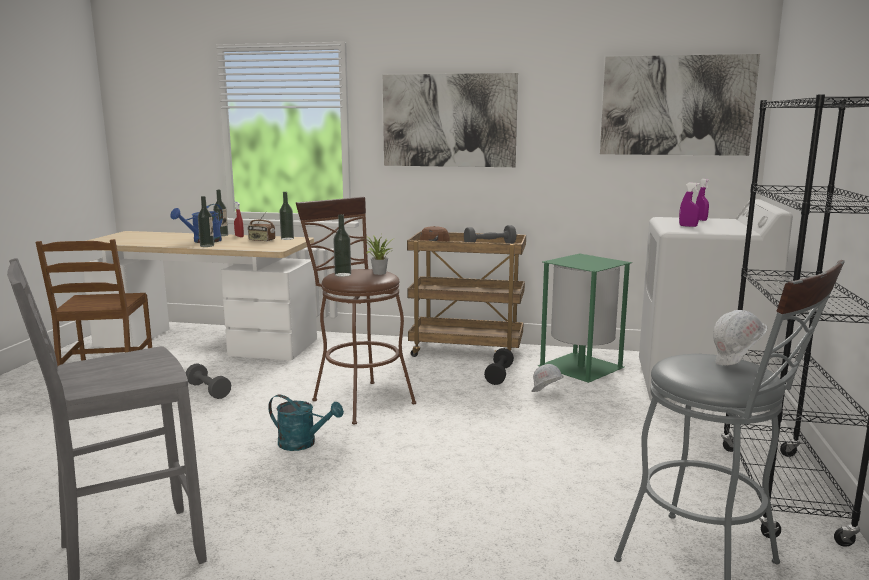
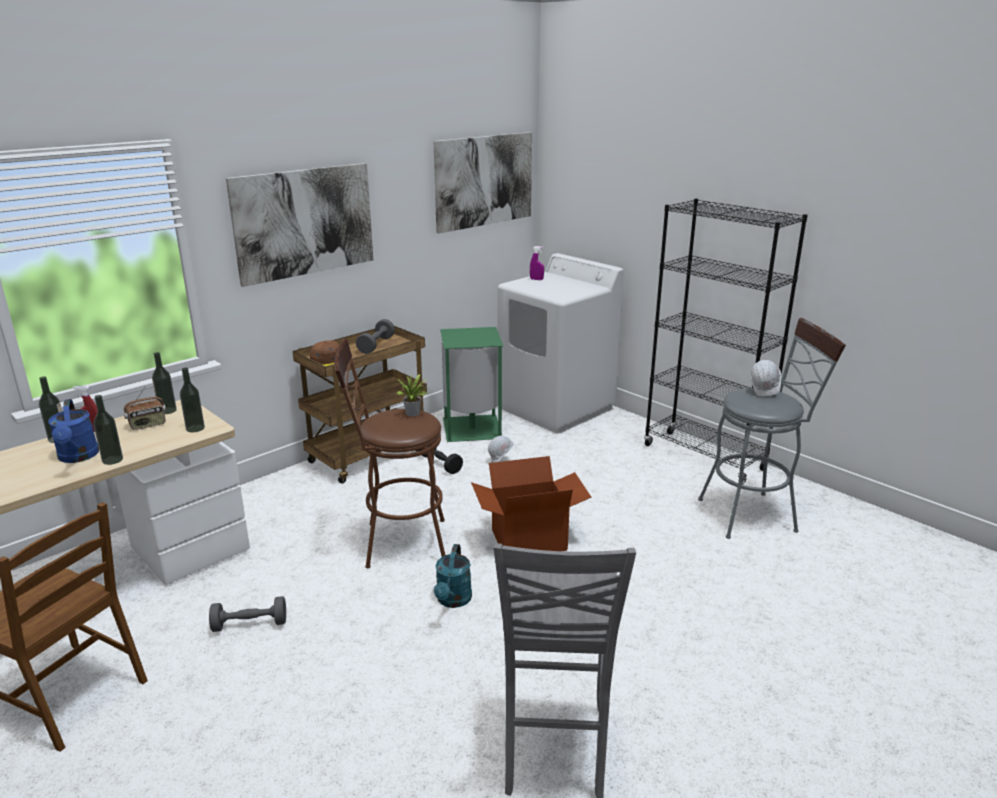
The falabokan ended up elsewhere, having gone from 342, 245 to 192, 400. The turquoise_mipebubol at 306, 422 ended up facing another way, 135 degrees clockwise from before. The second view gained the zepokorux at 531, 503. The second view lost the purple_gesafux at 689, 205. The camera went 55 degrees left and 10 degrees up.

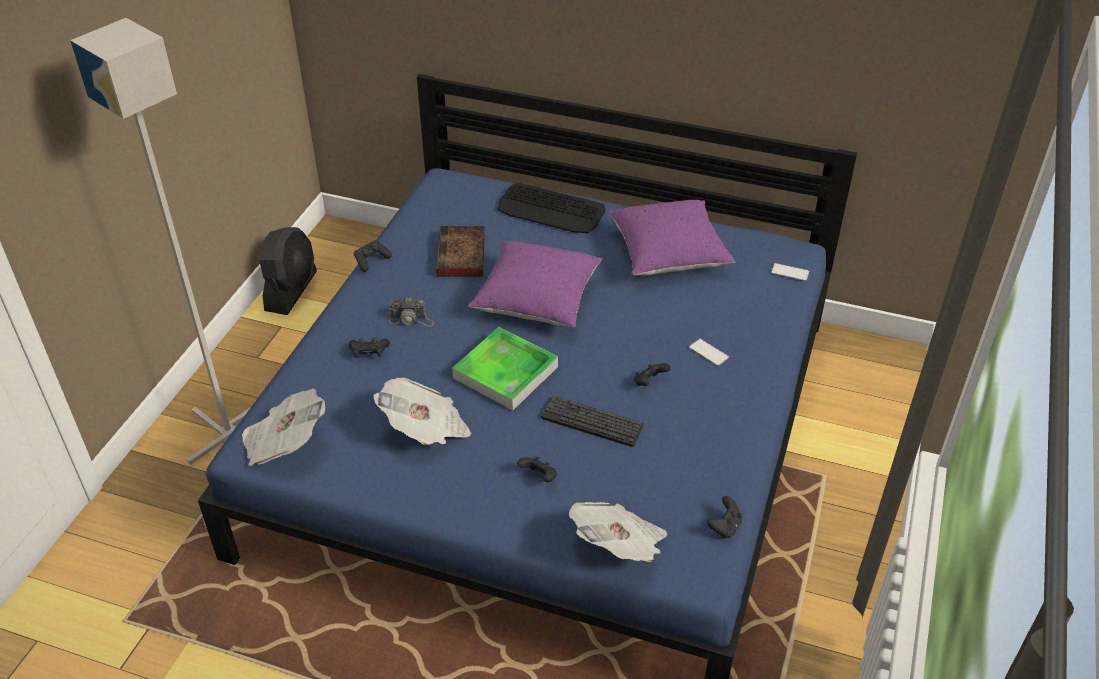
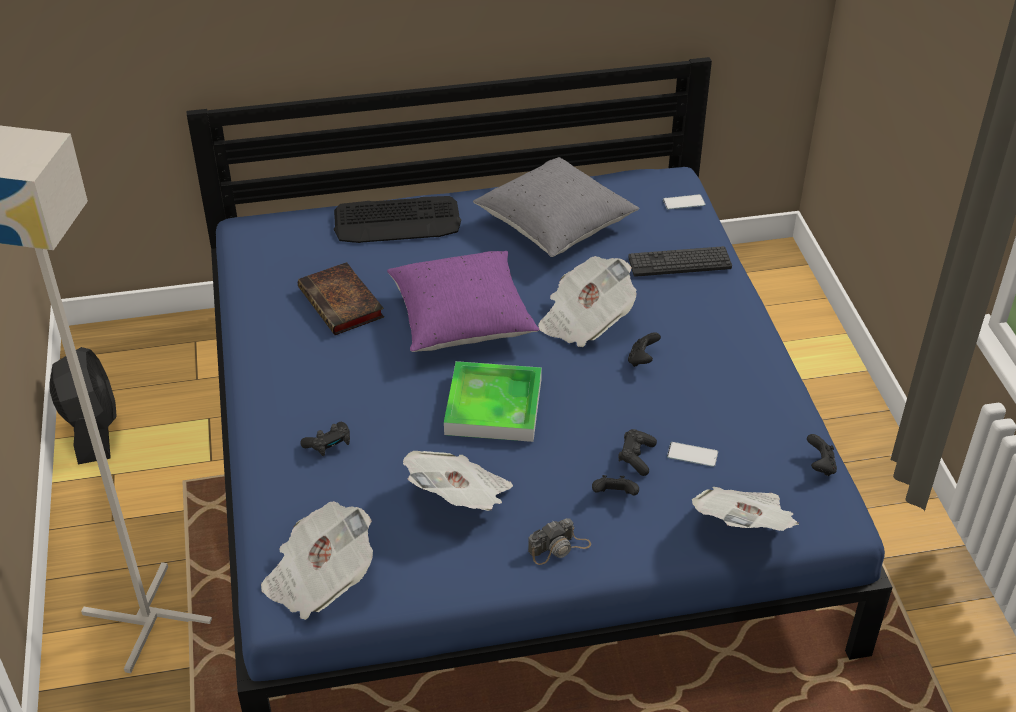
What was the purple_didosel at 671, 237 turned into the grey_didosel at 556, 207. The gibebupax ended up elsewhere, having gone from 411, 312 to 559, 541. The second view gained the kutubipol at 587, 301. The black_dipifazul ended up elsewhere, having gone from 373, 256 to 637, 452. The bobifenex ended up elsewhere, having gone from 592, 421 to 680, 261. The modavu ended up elsewhere, having gone from 708, 352 to 692, 454. The camera went 30 degrees left and 0 degrees up.

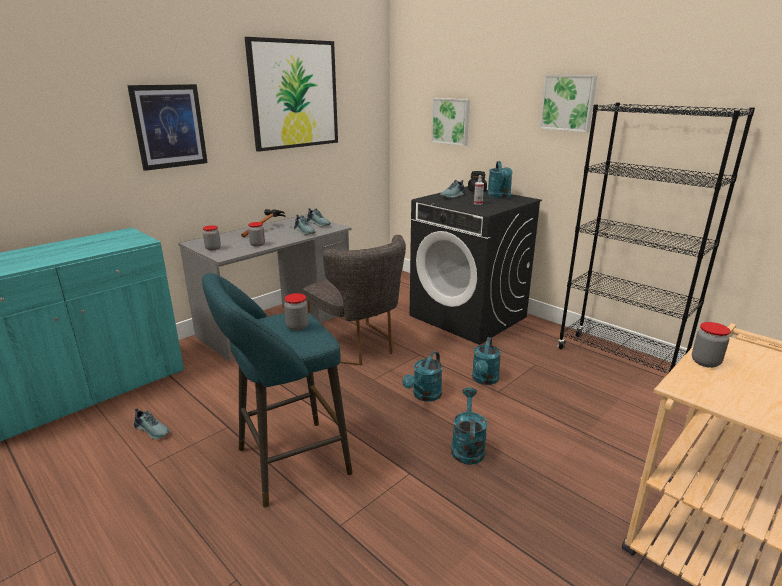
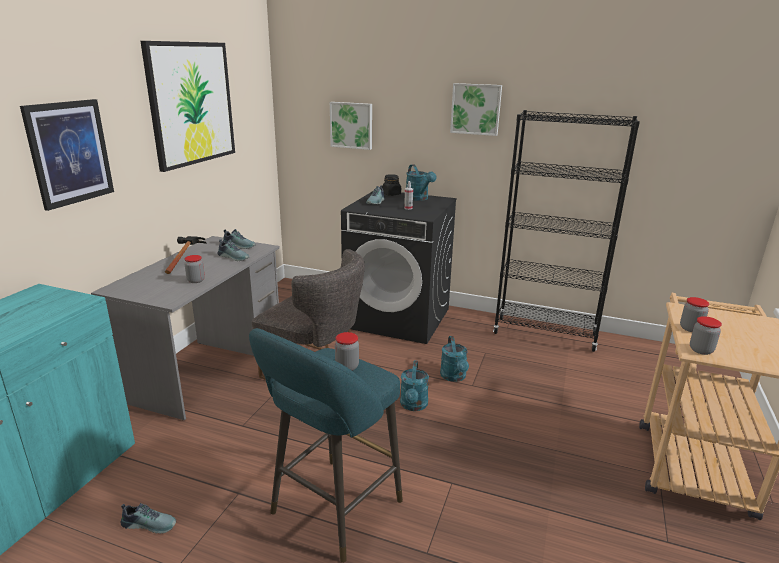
The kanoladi ended up elsewhere, having gone from 212, 238 to 706, 335. The second view lost the turquoise_mipebubol at 469, 426. The camera went 25 degrees left and 0 degrees up.

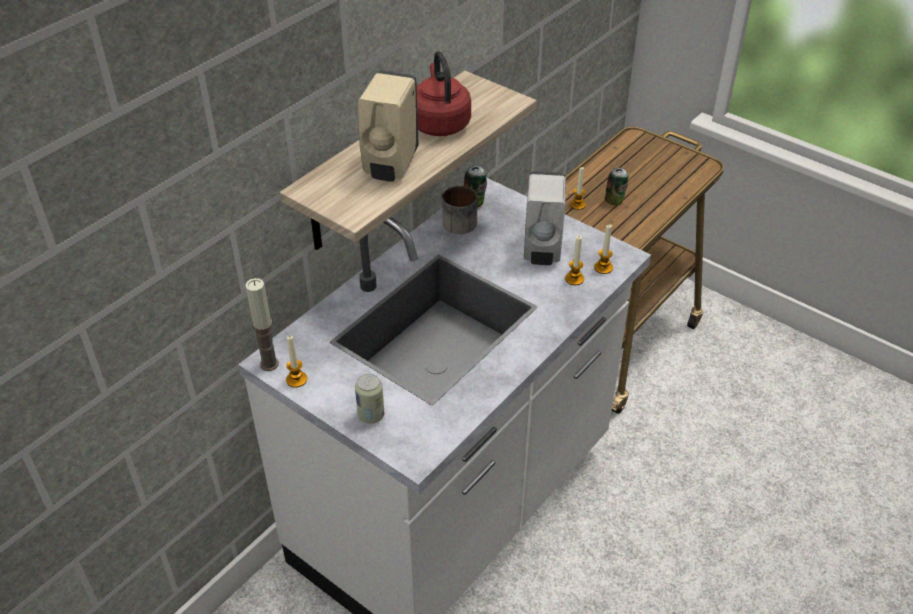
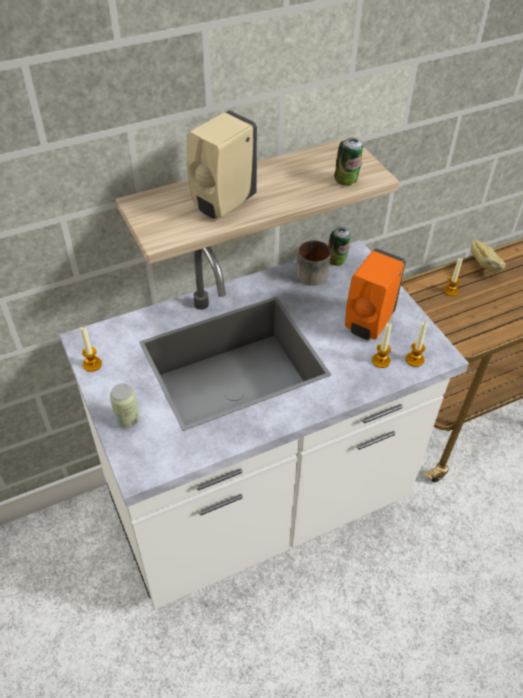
The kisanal ended up elsewhere, having gone from 617, 186 to 348, 162. What was the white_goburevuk at 545, 218 turned into the orange_goburevuk at 375, 294. The second view gained the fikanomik at 488, 256. The second view lost the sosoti at 262, 324. The second view lost the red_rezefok at 444, 93. The camera went 25 degrees right and 5 degrees up.

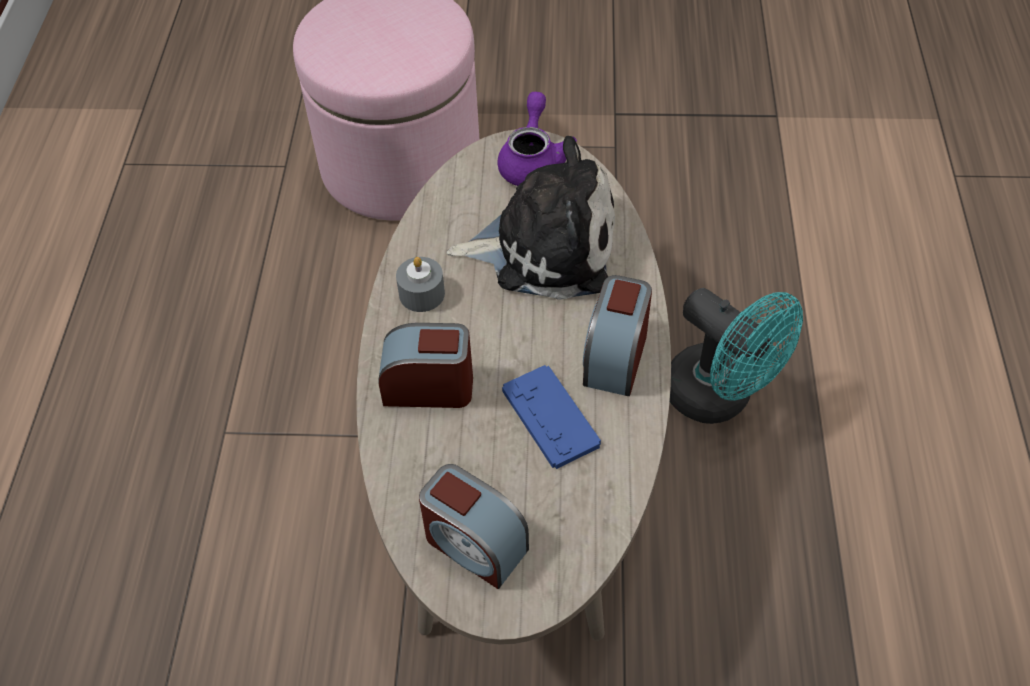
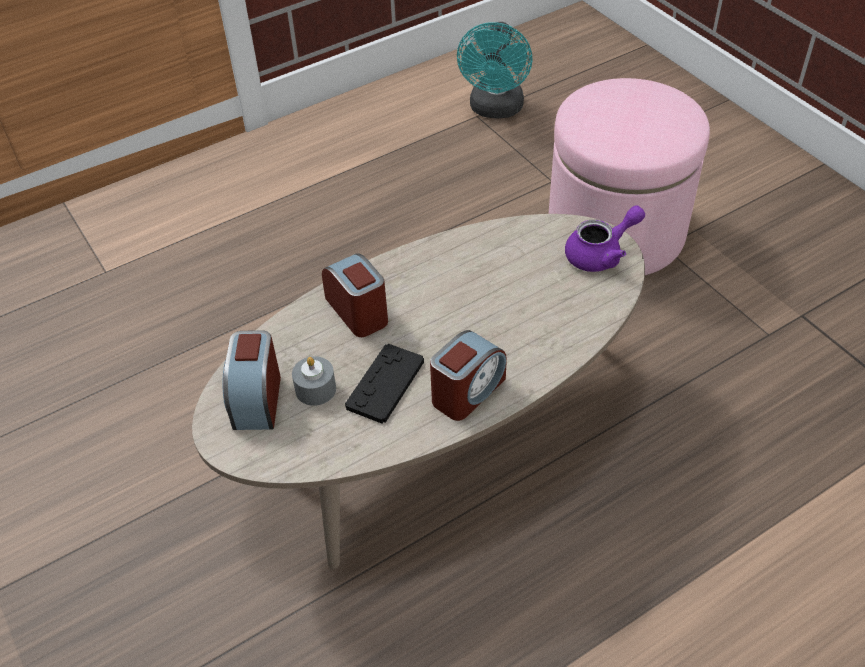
The grey_sosoti ended up elsewhere, having gone from 420, 284 to 314, 381. What was the blue_dipifazul at 551, 417 turned into the black_dipifazul at 384, 384. The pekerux at 617, 335 ended up facing another way, 150 degrees clockwise from before. The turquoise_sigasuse ended up elsewhere, having gone from 736, 356 to 495, 70. The second view lost the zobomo at 531, 218. The camera went 55 degrees right and 5 degrees down.

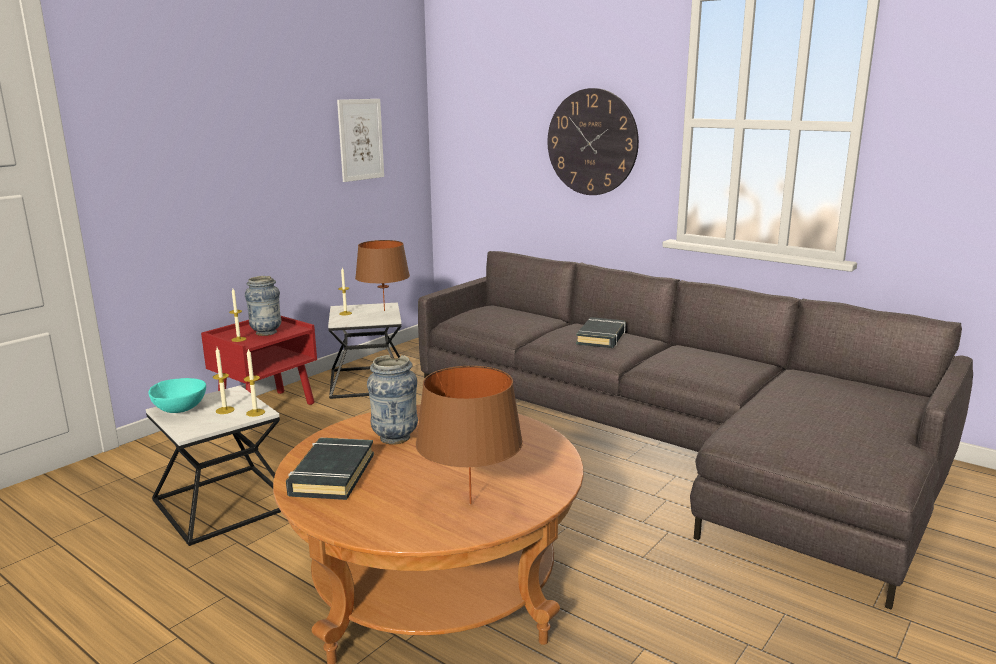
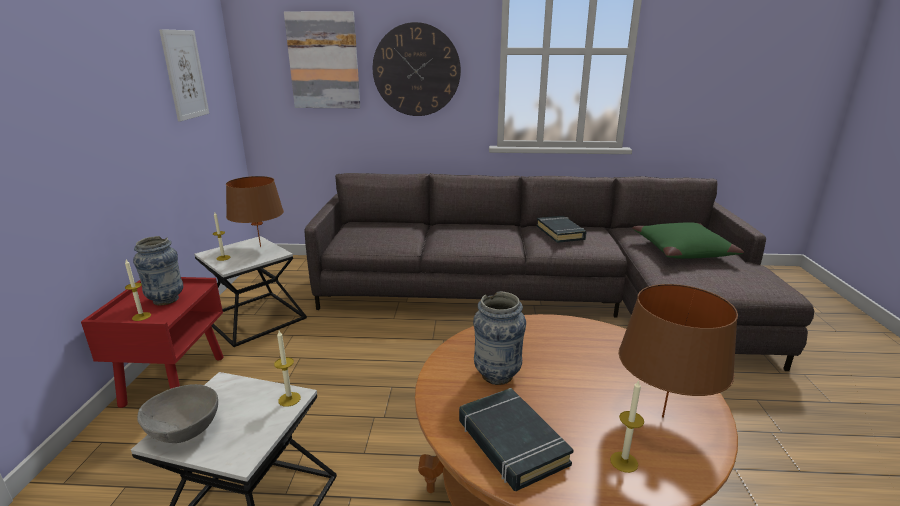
What was the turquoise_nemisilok at 177, 395 turned into the grey_nemisilok at 177, 413. The second view gained the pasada at 322, 59. The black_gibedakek ended up elsewhere, having gone from 601, 332 to 561, 229. The sosoti ended up elsewhere, having gone from 224, 380 to 627, 426. The second view gained the green_didosel at 688, 240. The camera went 35 degrees left and 5 degrees up.

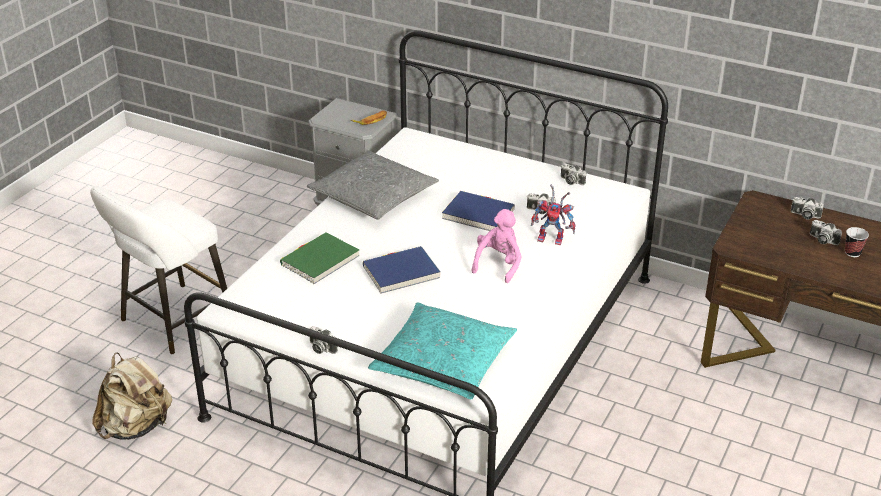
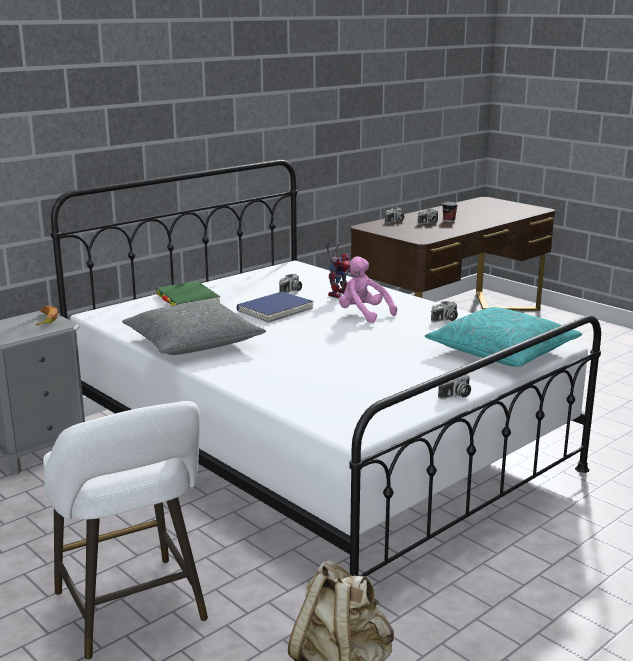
The green_gibedakek ended up elsewhere, having gone from 319, 258 to 188, 293. The gibebupax ended up elsewhere, having gone from 573, 174 to 444, 311. The second view lost the blue_gibedakek at 402, 270. The camera went 70 degrees left and 15 degrees down.

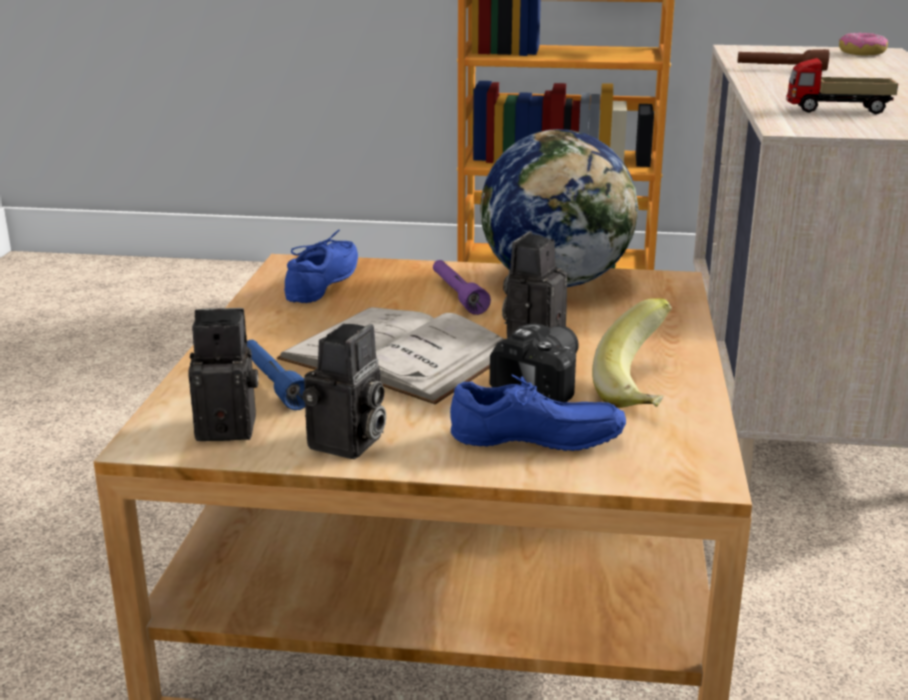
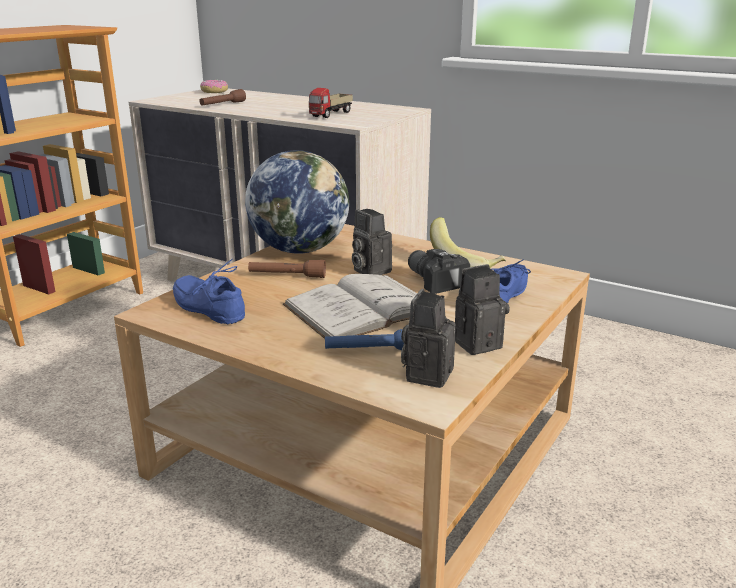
What was the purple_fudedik at 462, 287 turned into the brown_fudedik at 287, 269. The gibebupax at 344, 391 ended up facing another way, 75 degrees counterclockwise from before. The camera went 65 degrees left and 0 degrees up.

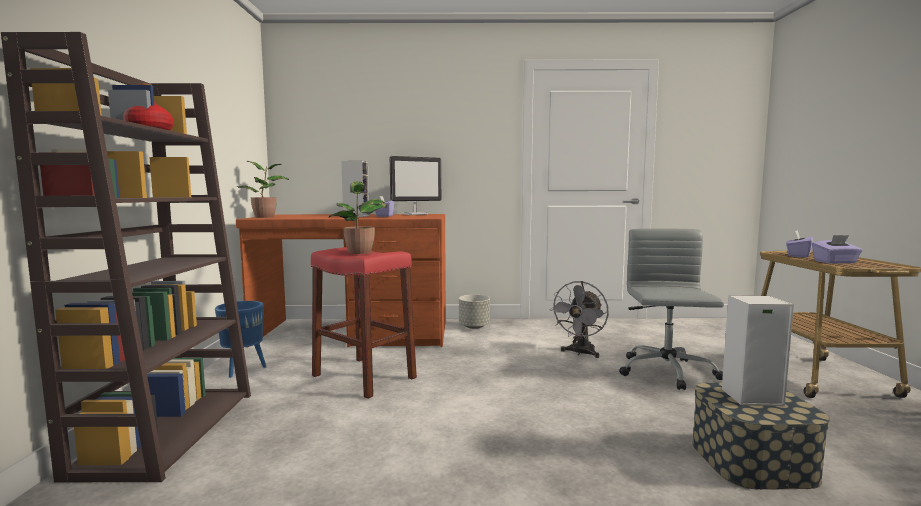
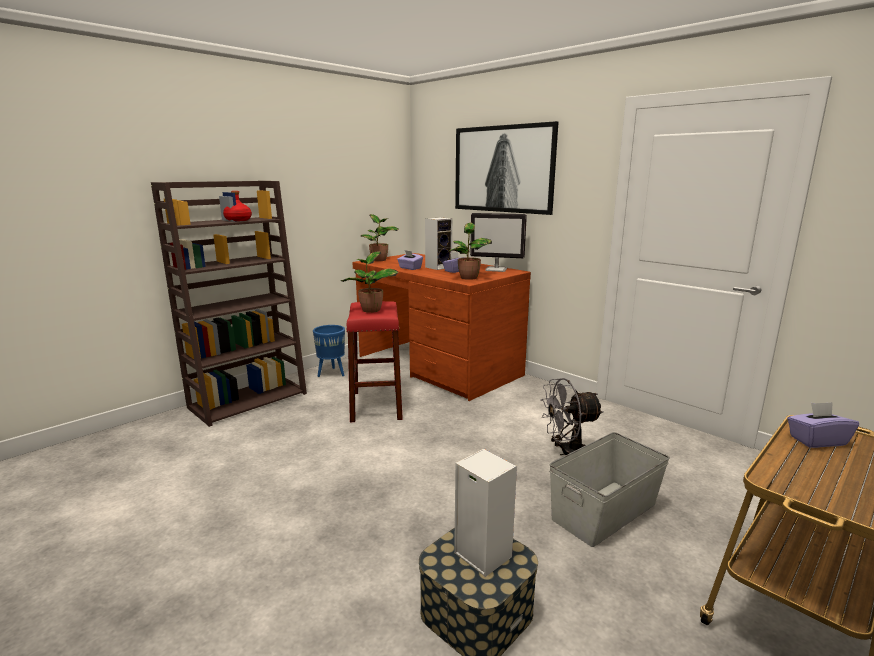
The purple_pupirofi ended up elsewhere, having gone from 837, 249 to 410, 260. The second view gained the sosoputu at 470, 251. The second view gained the pasada at 507, 168. Where the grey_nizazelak stood at 671, 309, the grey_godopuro came to stand at 609, 489. The second view lost the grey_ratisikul at 474, 312. The camera went 45 degrees right and 10 degrees up.

